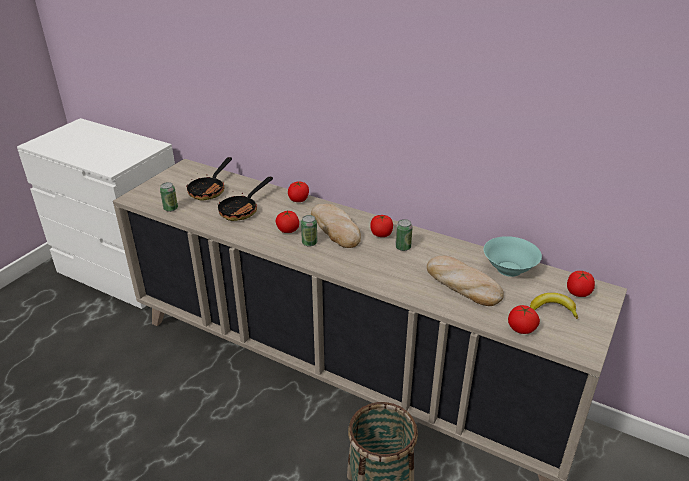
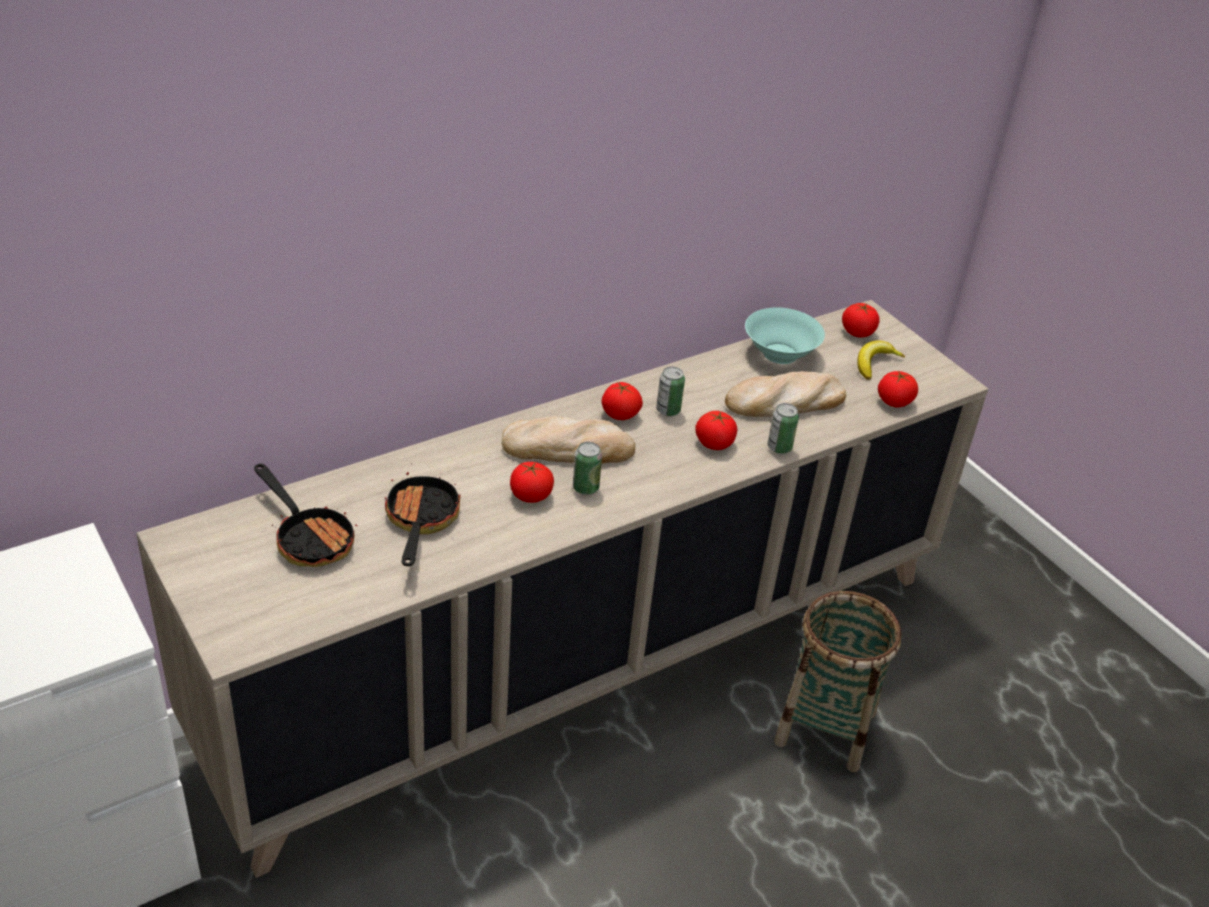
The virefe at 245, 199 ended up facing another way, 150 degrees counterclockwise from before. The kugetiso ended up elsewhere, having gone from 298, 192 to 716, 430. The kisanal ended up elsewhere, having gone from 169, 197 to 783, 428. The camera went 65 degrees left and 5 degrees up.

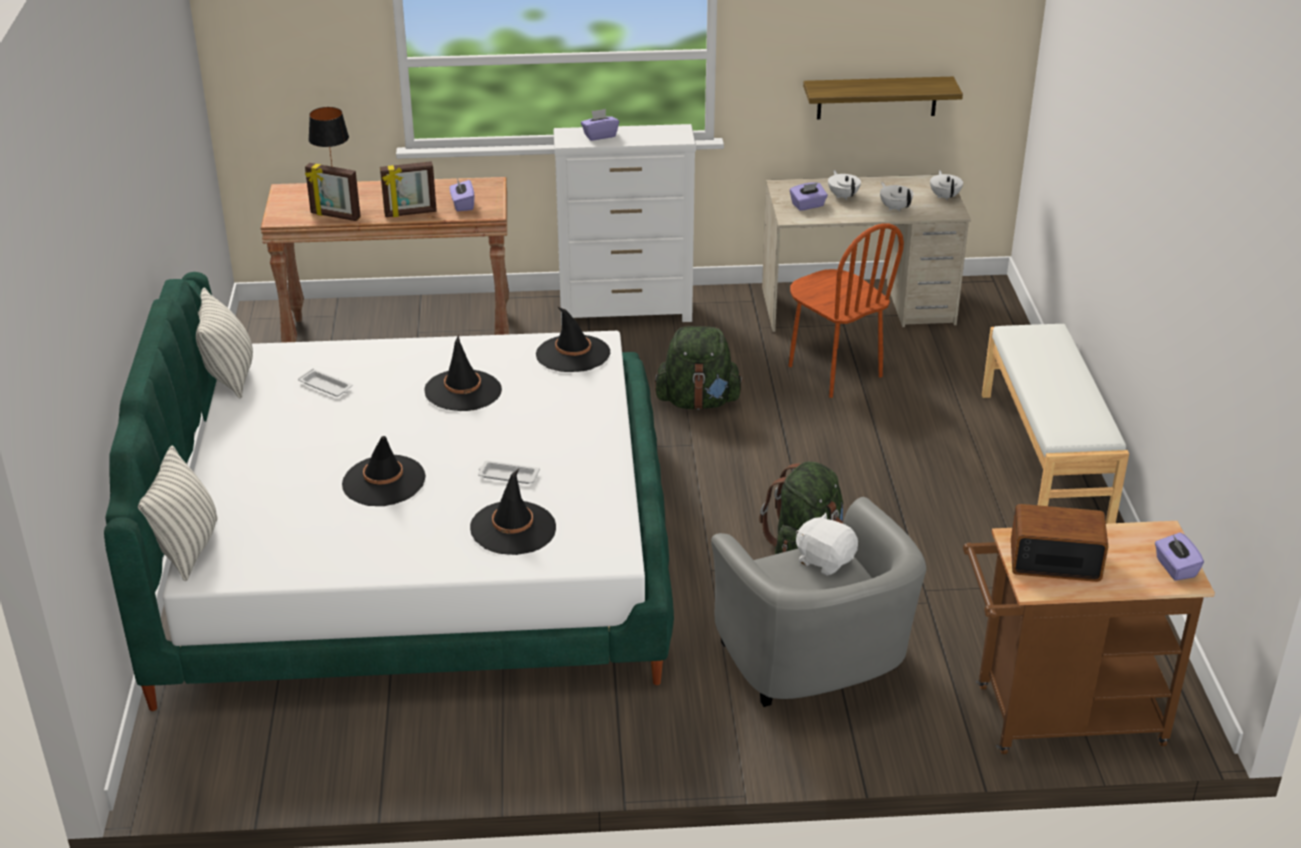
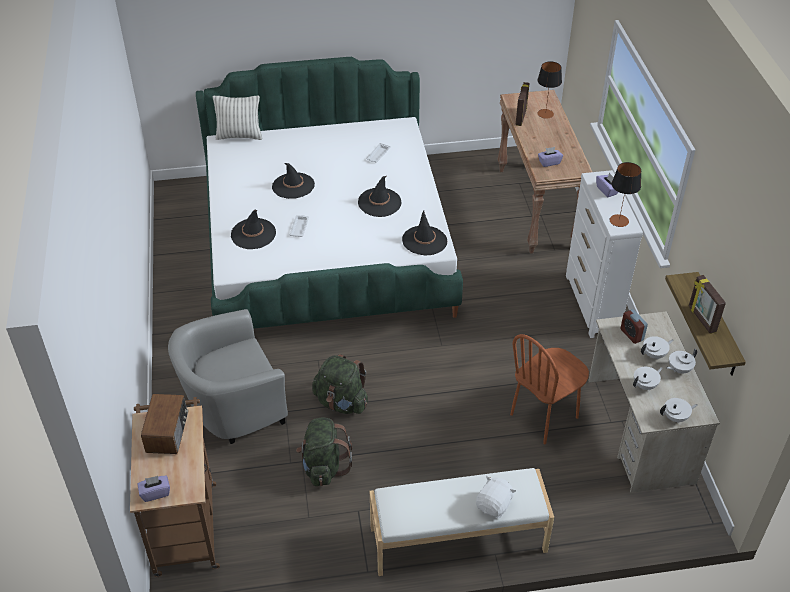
The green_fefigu ended up elsewhere, having gone from 699, 368 to 324, 452. The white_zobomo ended up elsewhere, having gone from 827, 544 to 496, 497. The second view gained the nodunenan at 625, 194. Where the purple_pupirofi stood at 809, 196, the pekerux came to stand at 634, 326. The second view gained the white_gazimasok at 681, 361. The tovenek ended up elsewhere, having gone from 408, 189 to 707, 304. The second view lost the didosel at 224, 343. The camera went 85 degrees right and 10 degrees up.

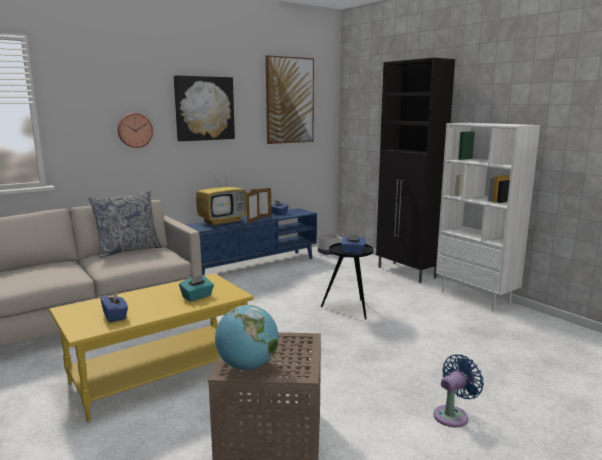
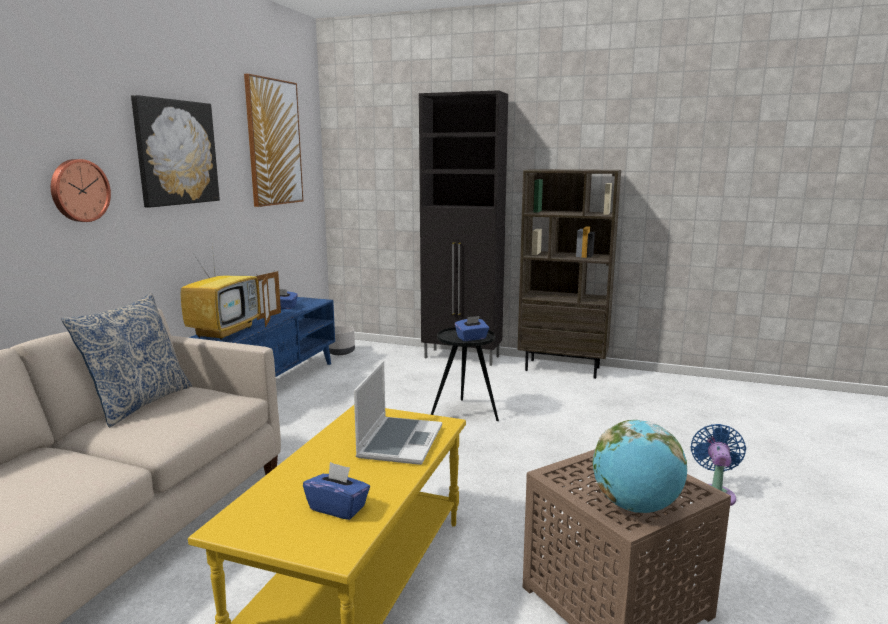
Where the turquoise_pupirofi stood at 196, 288, the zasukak came to stand at 398, 413. What was the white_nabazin at 488, 217 turned into the brown_nabazin at 569, 274. The camera went 35 degrees left and 0 degrees up.

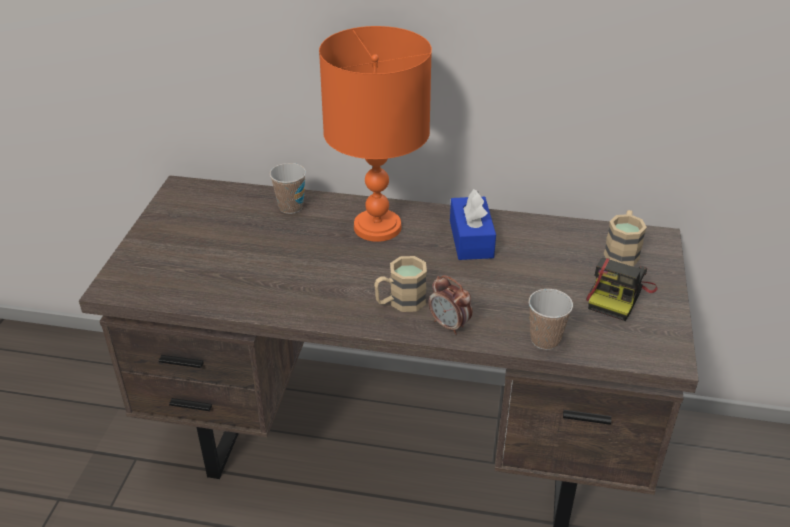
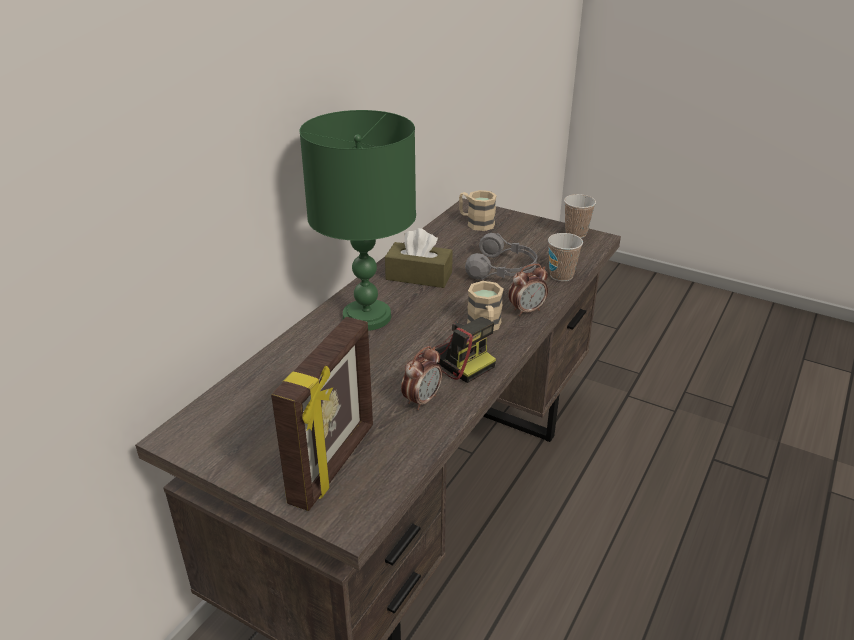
The second view gained the tovenek at 322, 414. What was the orange_nodunenan at 375, 134 turned into the green_nodunenan at 357, 220. What was the blue_pupirofi at 473, 224 turned into the brown_pupirofi at 419, 258. The second view gained the pekerux at 421, 378. The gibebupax ended up elsewhere, having gone from 621, 289 to 456, 350. The second view gained the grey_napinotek at 501, 256. The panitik ended up elsewhere, having gone from 288, 188 to 580, 216. The camera went 70 degrees left and 5 degrees down.

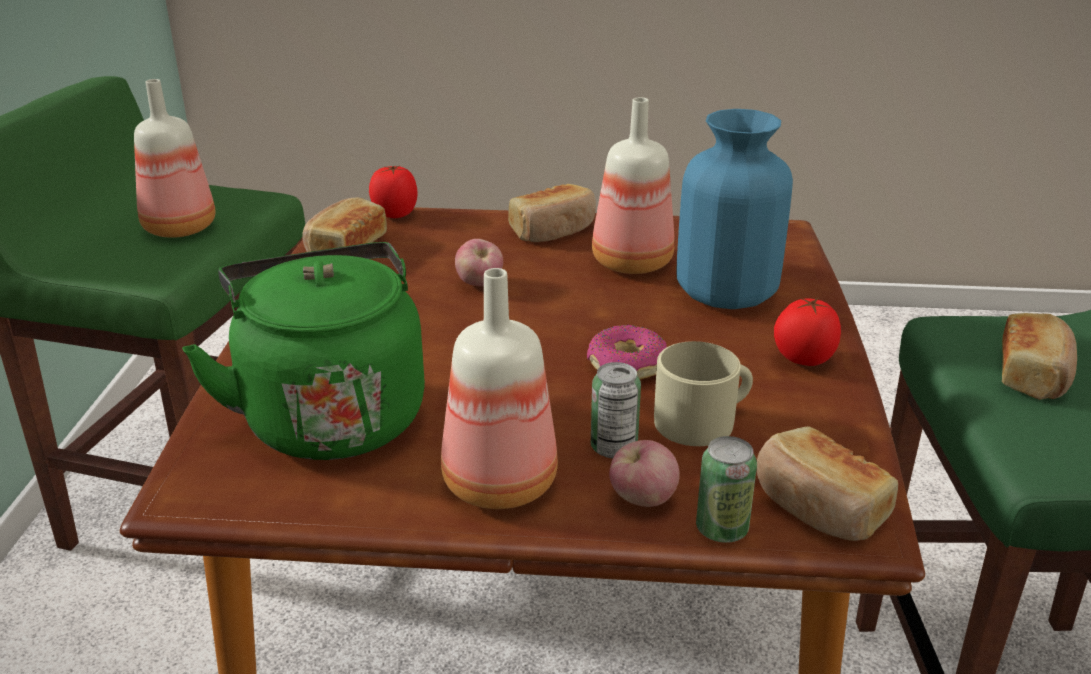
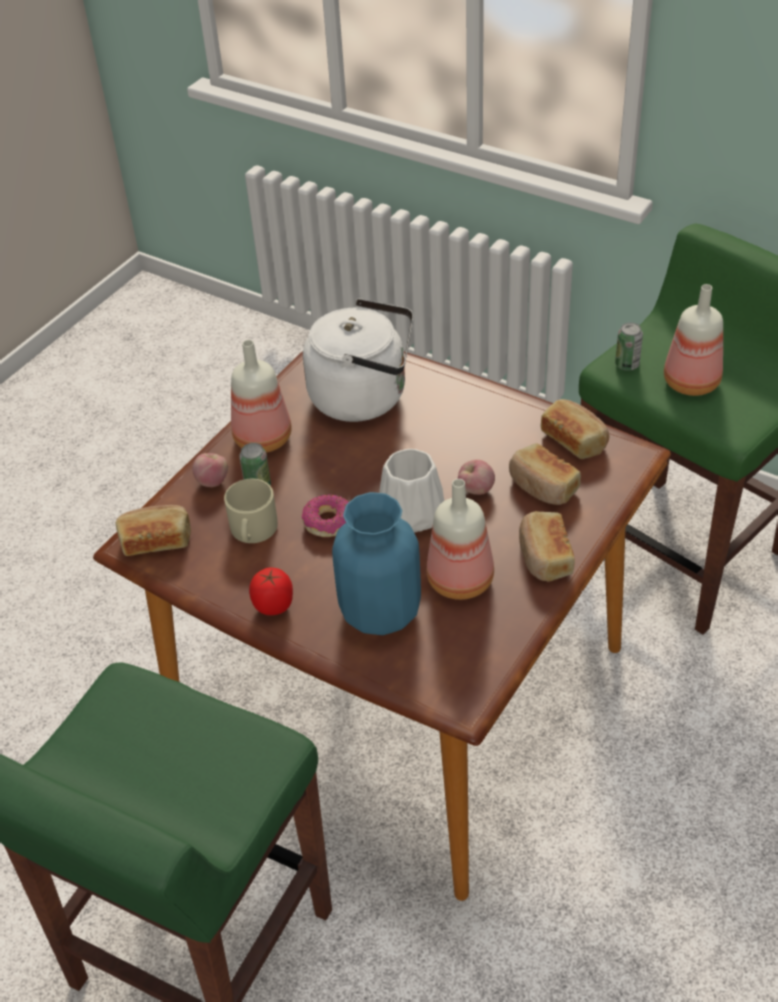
What was the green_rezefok at 303, 351 turned into the white_rezefok at 358, 360. The second view gained the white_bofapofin at 411, 491. The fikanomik ended up elsewhere, having gone from 1039, 356 to 545, 474. The kisanal ended up elsewhere, having gone from 726, 489 to 629, 346. The second view lost the kugetiso at 393, 192. The camera went 120 degrees right and 15 degrees up.

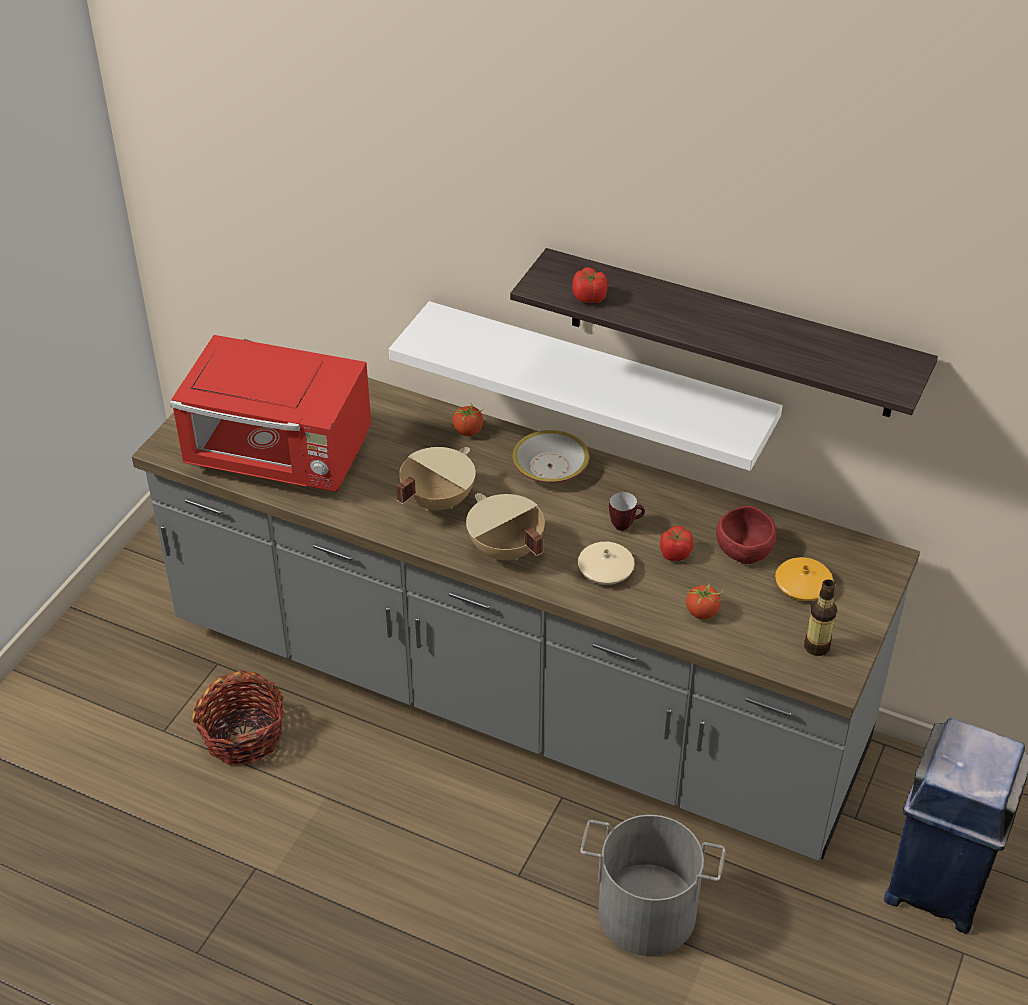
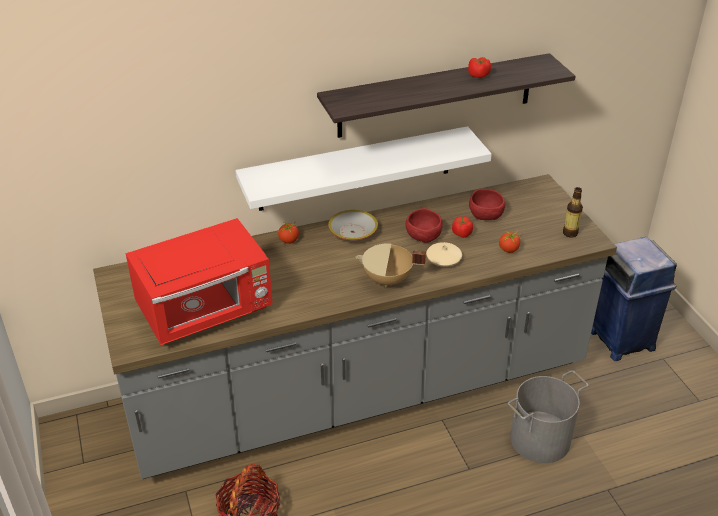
Where the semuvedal stood at 627, 511, the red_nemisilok came to stand at 424, 225. The kugetiso ended up elsewhere, having gone from 590, 285 to 479, 67. The second view lost the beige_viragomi at 436, 479. The second view lost the orange_bofapofin at 804, 579. The camera went 45 degrees left and 5 degrees down.

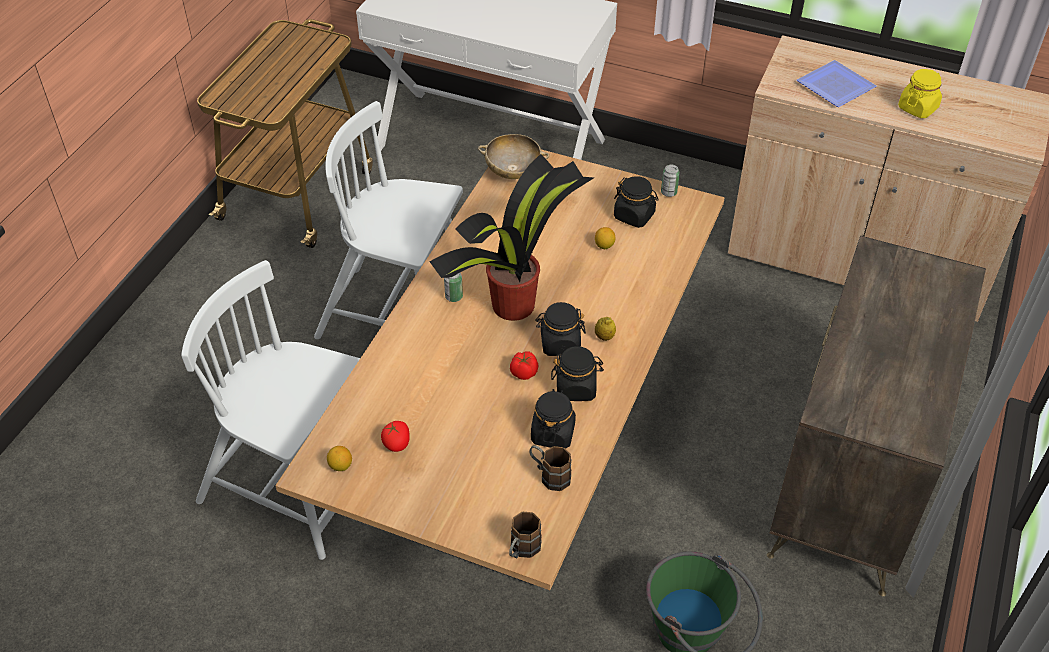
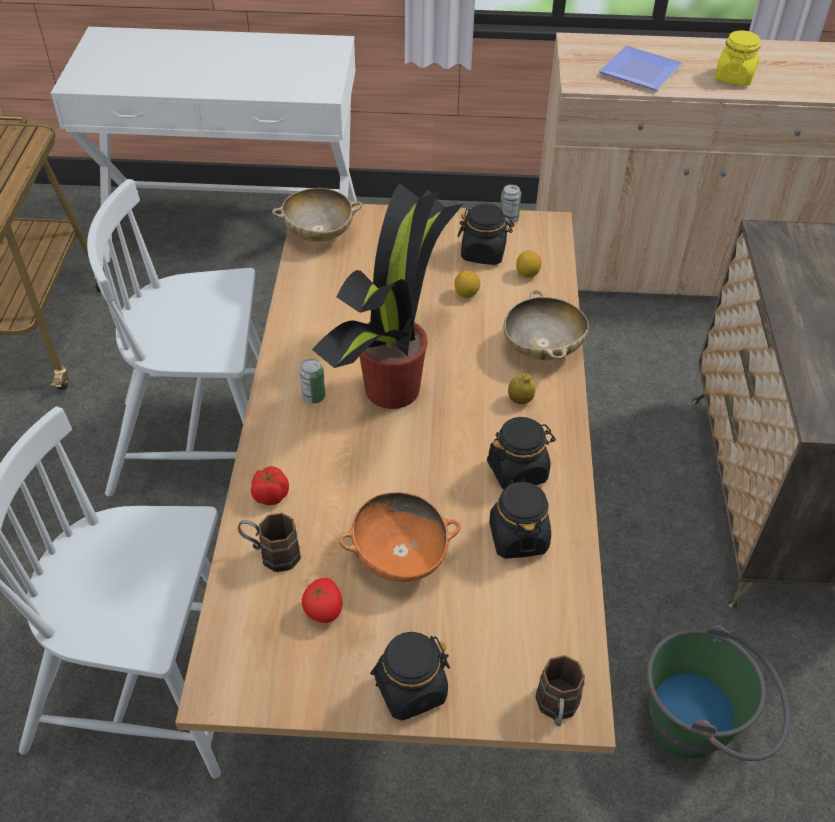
The brown_semuvedal ended up elsewhere, having gone from 550, 468 to 269, 542. The kugetiso ended up elsewhere, having gone from 524, 365 to 270, 485. The second view gained the orange_nemisilok at 400, 537. The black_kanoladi ended up elsewhere, having gone from 560, 329 to 410, 676. The second view gained the beige_nemisilok at 546, 325. The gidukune ended up elsewhere, having gone from 339, 458 to 529, 264. The camera went 20 degrees left and 0 degrees up.

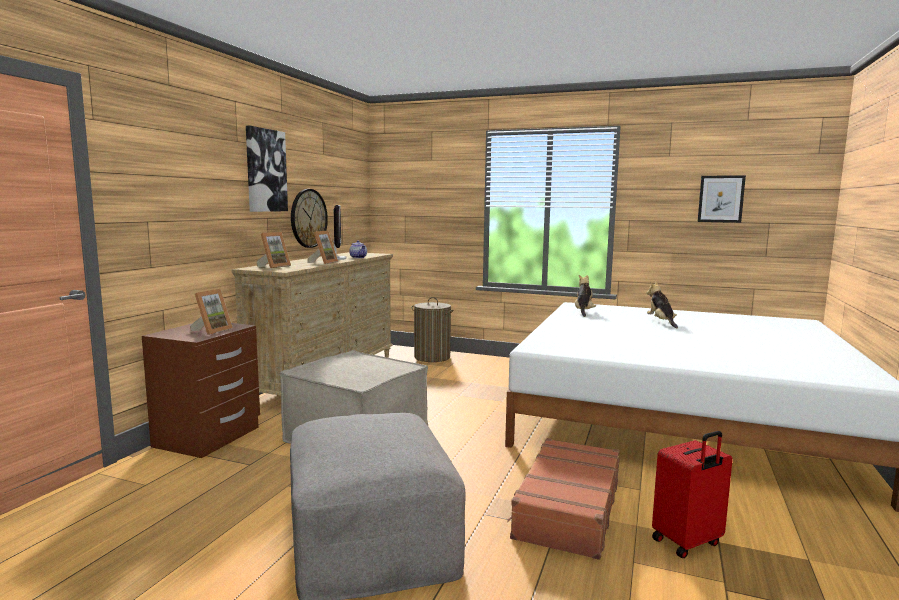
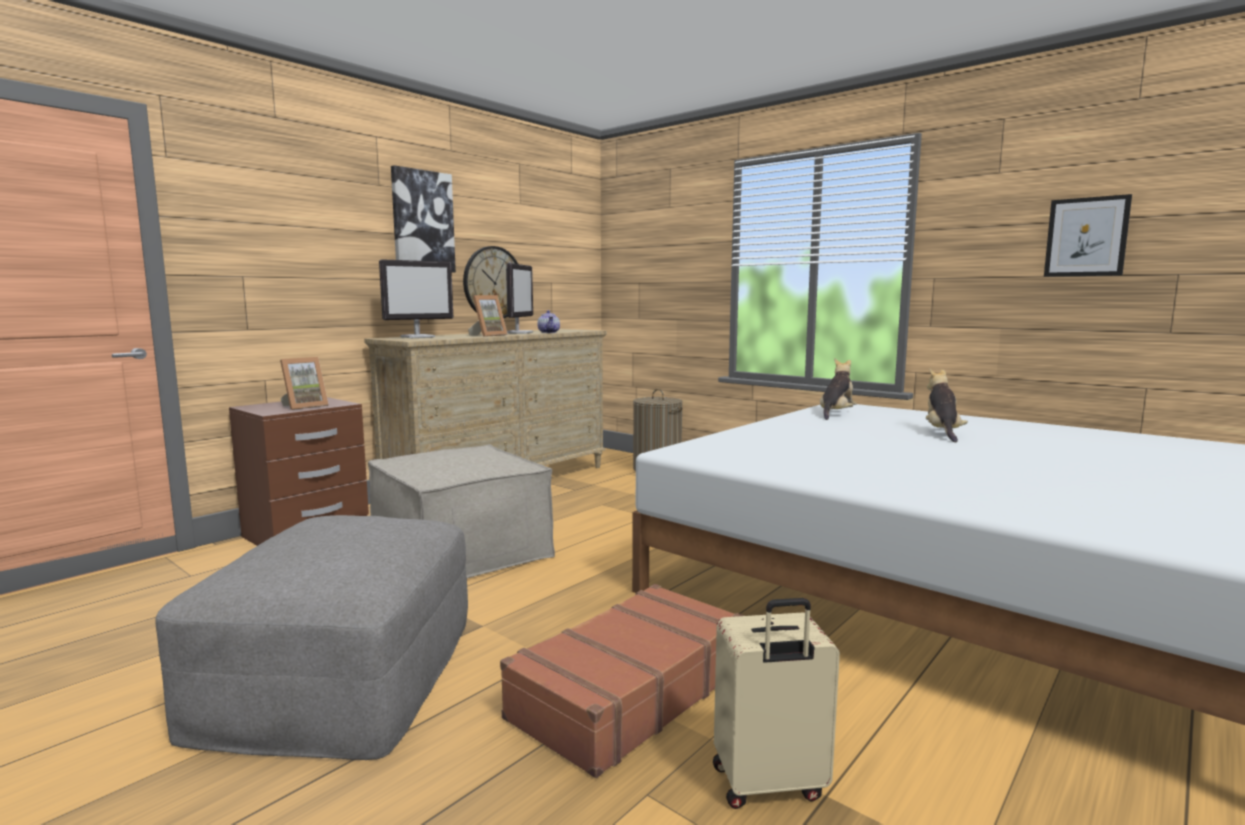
Where the tovenek stood at 273, 250, the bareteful came to stand at 416, 298. What was the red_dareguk at 692, 494 turned into the beige_dareguk at 776, 703. The camera went 20 degrees right and 0 degrees up.

